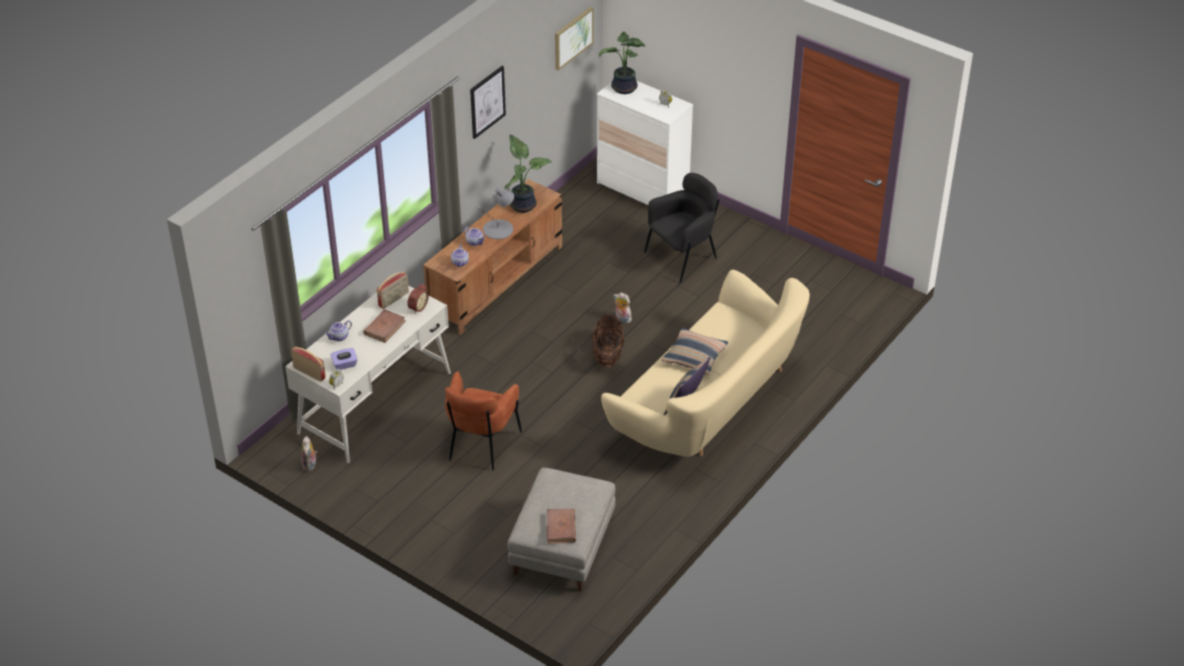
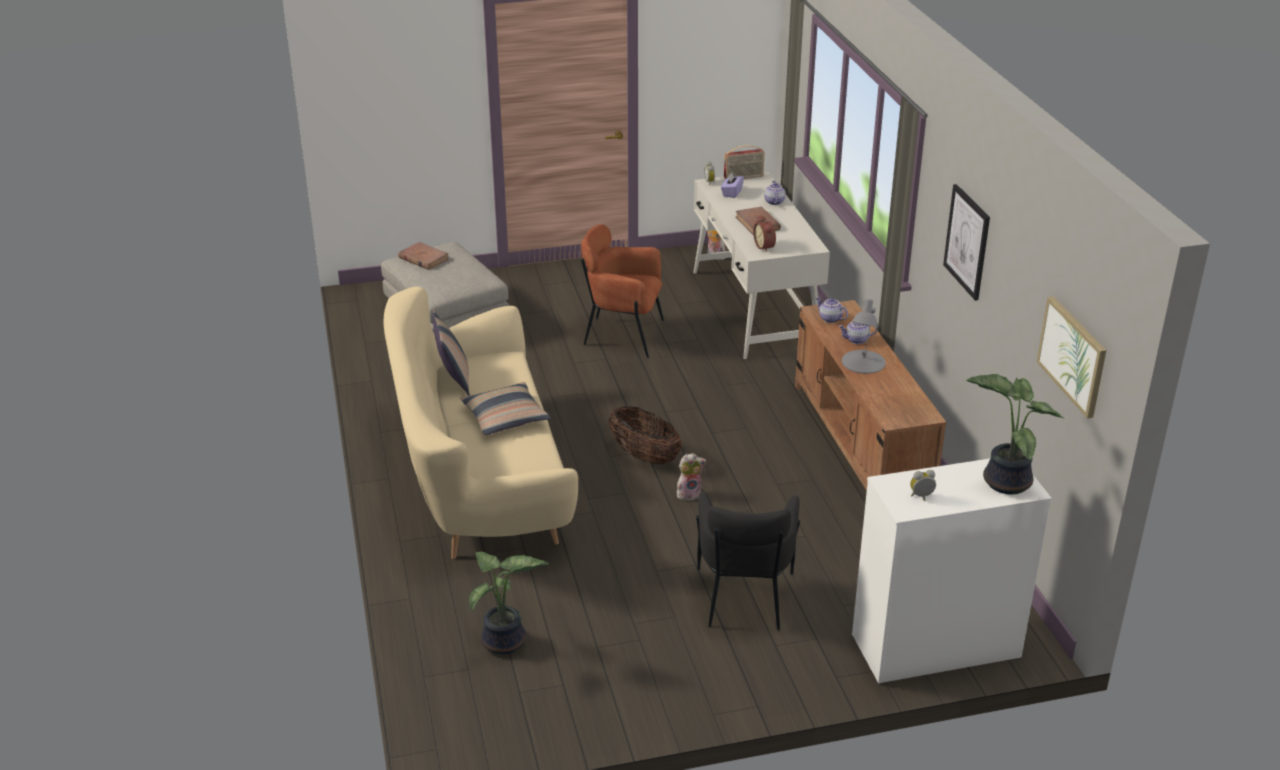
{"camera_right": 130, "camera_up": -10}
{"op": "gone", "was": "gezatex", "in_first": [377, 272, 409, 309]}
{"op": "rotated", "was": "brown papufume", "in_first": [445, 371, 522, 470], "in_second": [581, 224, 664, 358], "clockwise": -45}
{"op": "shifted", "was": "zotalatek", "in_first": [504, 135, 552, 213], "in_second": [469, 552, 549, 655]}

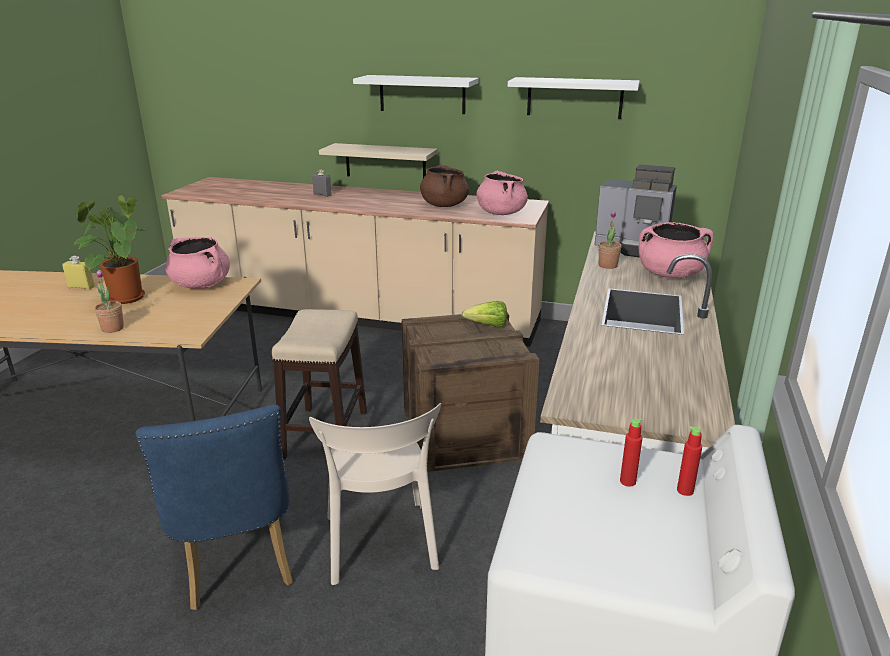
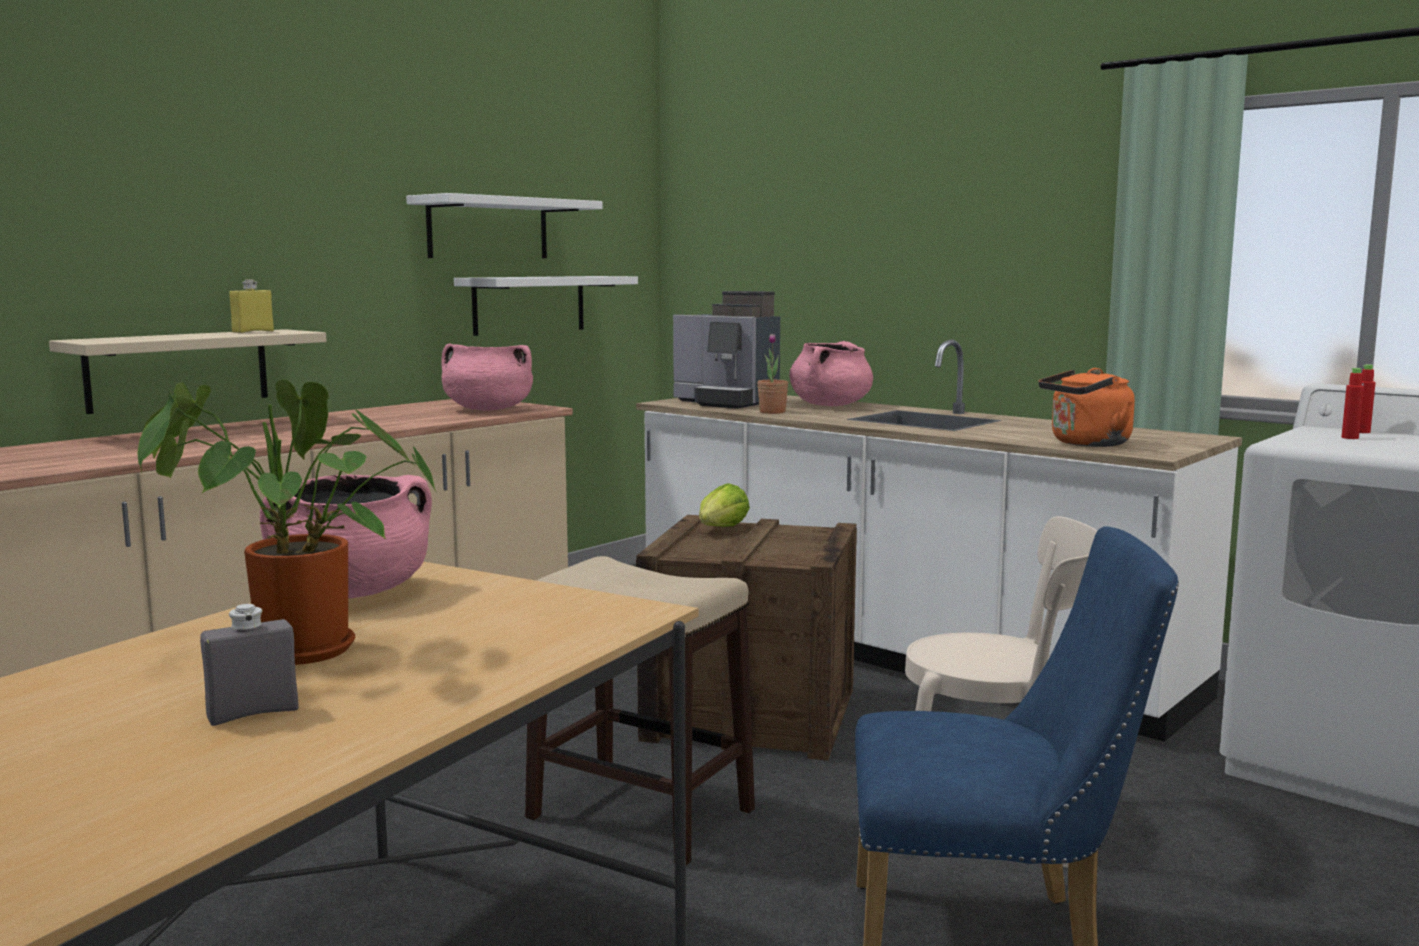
{"camera_right": -65, "camera_up": -15}
{"op": "shifted", "was": "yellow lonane", "in_first": [62, 256, 95, 290], "in_second": [229, 279, 274, 333]}
{"op": "gone", "was": "zotalatek", "in_first": [94, 270, 124, 333]}
{"op": "shifted", "was": "grey lonane", "in_first": [312, 170, 332, 197], "in_second": [200, 604, 298, 726]}
{"op": "shifted", "was": "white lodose", "in_first": [353, 75, 479, 114], "in_second": [454, 276, 638, 336]}
{"op": "gone", "was": "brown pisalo", "in_first": [420, 164, 469, 207]}
{"op": "rotated", "was": "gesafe", "in_first": [595, 164, 677, 258], "in_second": [673, 291, 780, 409], "clockwise": 75}
{"op": "new", "now": "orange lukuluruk", "in_second": [1039, 368, 1135, 447]}

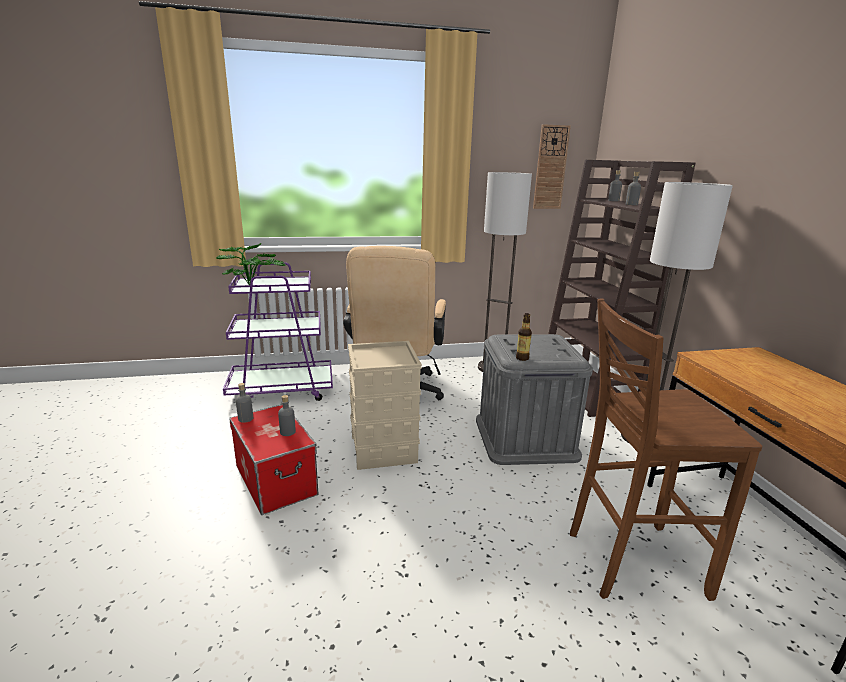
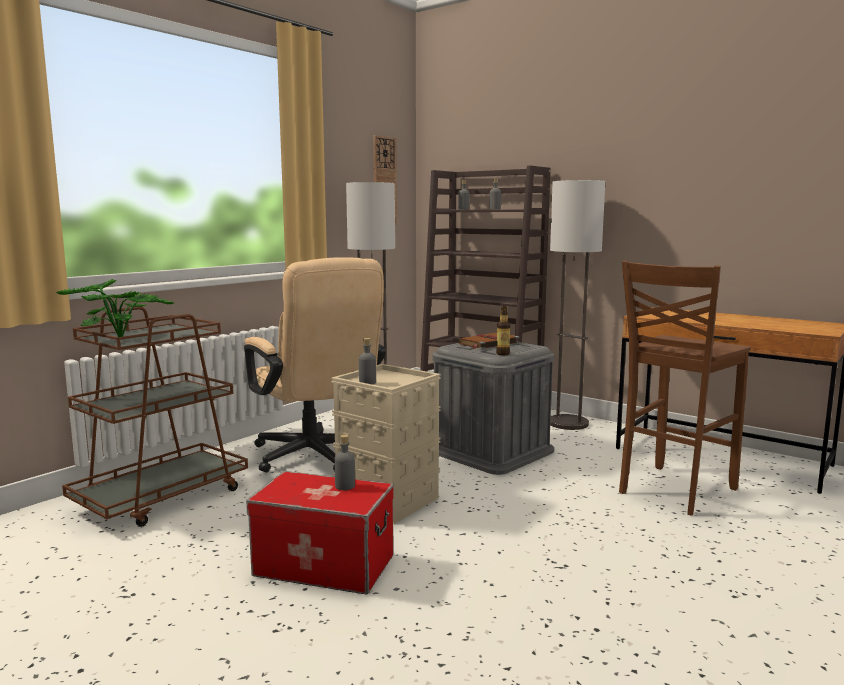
{"camera_right": -40, "camera_up": -10}
{"op": "repainted", "was": "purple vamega", "now": "brown vamega", "in_first": [223, 262, 333, 401], "in_second": [62, 307, 248, 527]}
{"op": "shifted", "was": "grey lonane", "in_first": [236, 383, 253, 423], "in_second": [359, 338, 376, 385]}
{"op": "new", "now": "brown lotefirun", "in_second": [458, 332, 519, 349]}

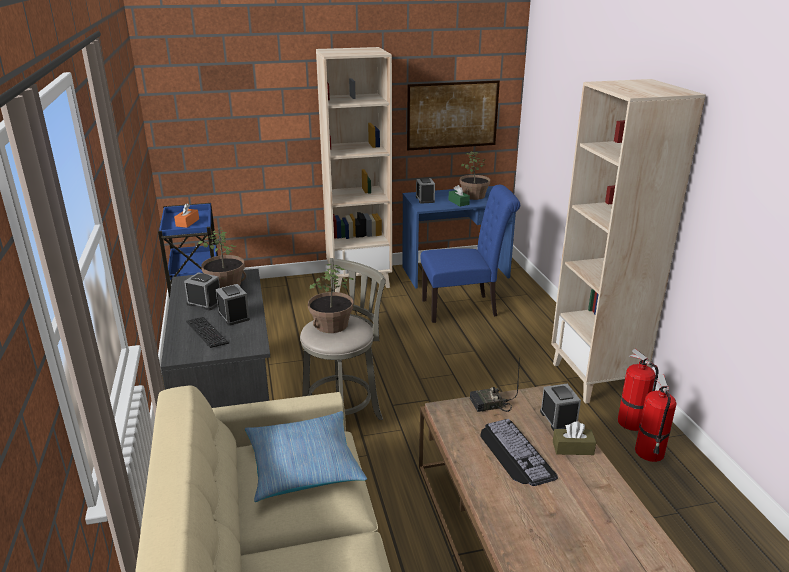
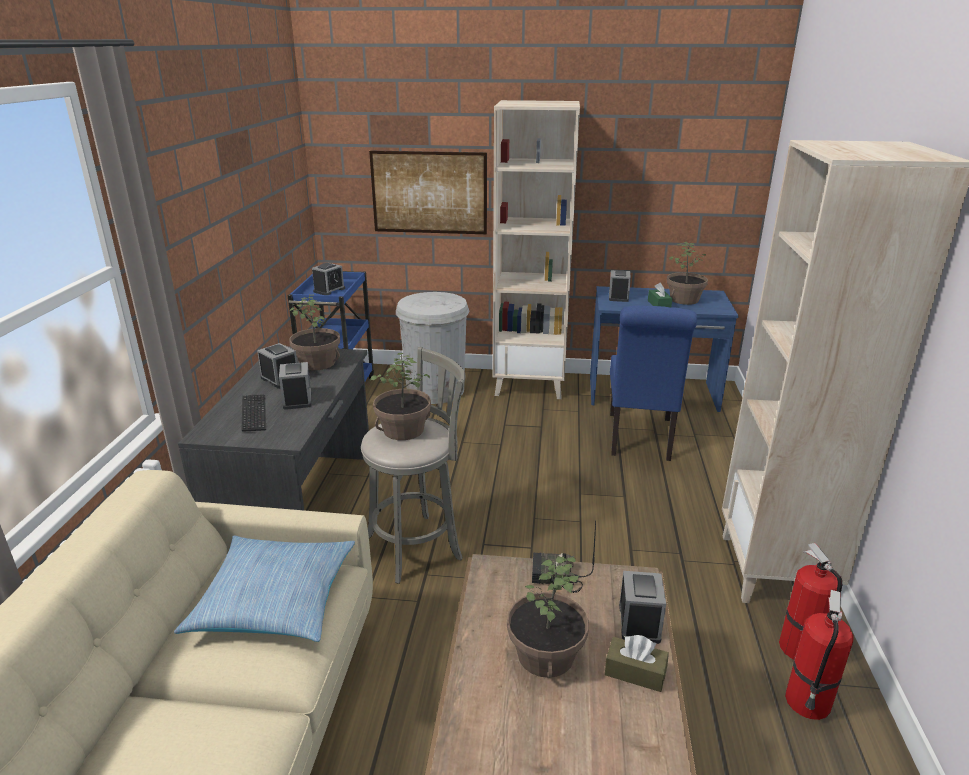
{"camera_right": 20, "camera_up": 0}
{"op": "swapped", "was": "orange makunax", "now": "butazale", "in_first": [174, 204, 199, 228], "in_second": [312, 263, 345, 295]}
{"op": "shifted", "was": "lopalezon", "in_first": [407, 80, 500, 151], "in_second": [369, 151, 487, 234]}
{"op": "rotated", "was": "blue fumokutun", "in_first": [421, 185, 520, 323], "in_second": [610, 306, 697, 461], "clockwise": 90}
{"op": "swapped", "was": "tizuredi", "now": "zotalatek", "in_first": [480, 419, 558, 486], "in_second": [507, 556, 589, 678]}
{"op": "new", "now": "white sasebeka", "in_second": [396, 292, 470, 404]}

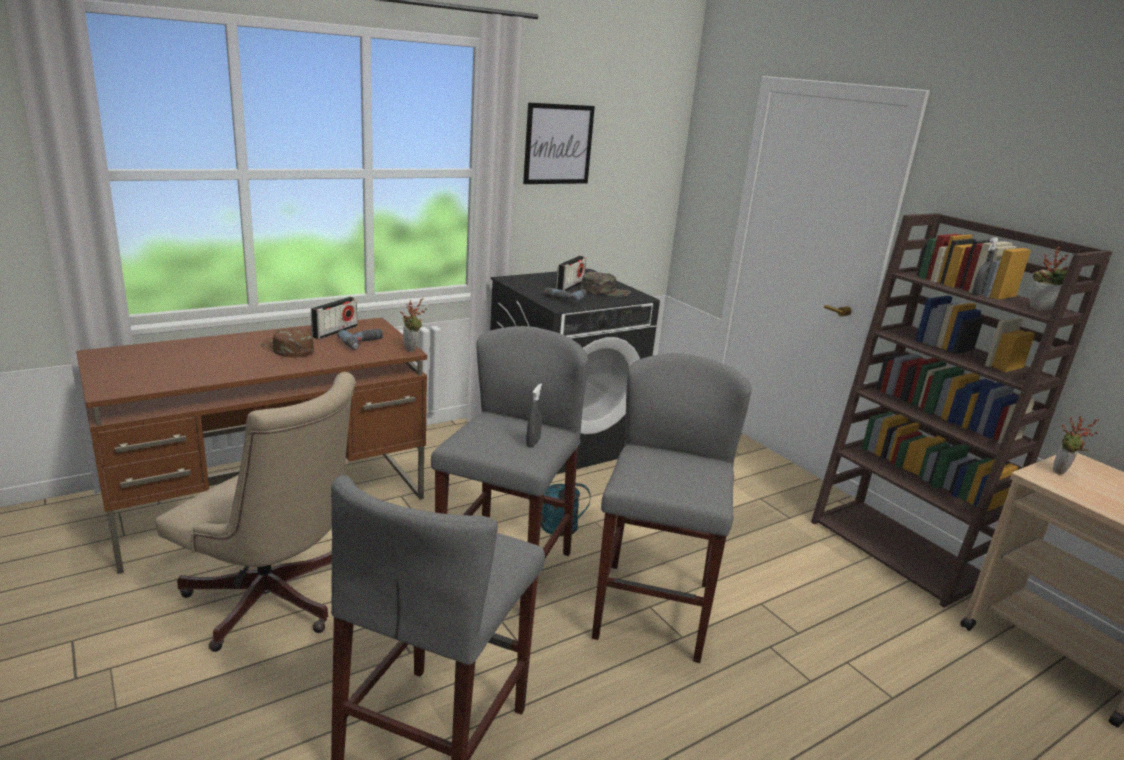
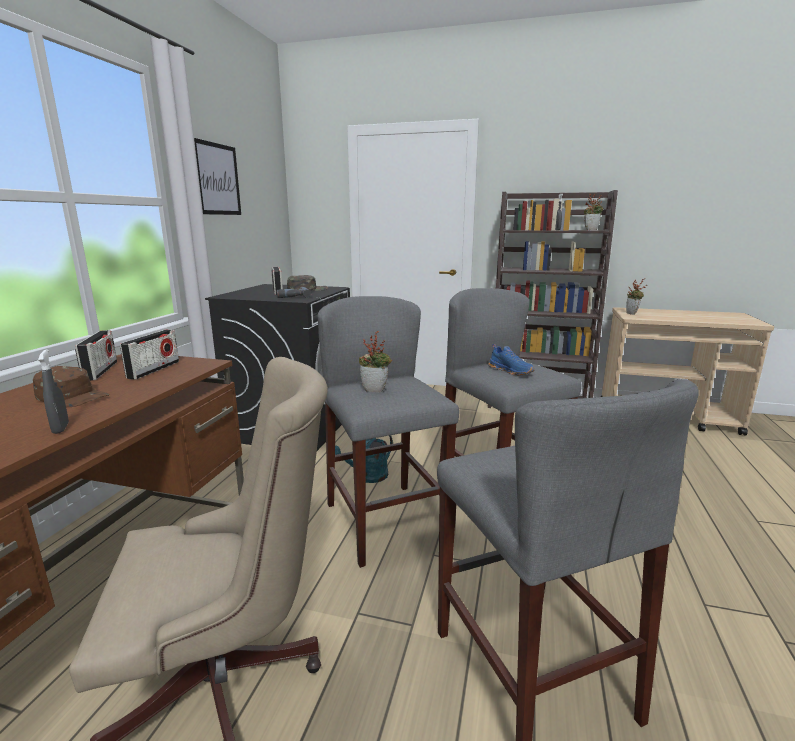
{"camera_right": -40, "camera_up": -5}
{"op": "rotated", "was": "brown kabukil", "in_first": [261, 328, 314, 358], "in_second": [33, 366, 109, 407], "clockwise": -150}
{"op": "swapped", "was": "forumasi", "now": "gezatex", "in_first": [337, 329, 383, 350], "in_second": [120, 330, 179, 380]}
{"op": "shifted", "was": "zotalatek", "in_first": [400, 298, 427, 352], "in_second": [359, 331, 392, 392]}
{"op": "shifted", "was": "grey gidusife", "in_first": [526, 383, 542, 448], "in_second": [38, 349, 69, 434]}
{"op": "new", "now": "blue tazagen", "in_second": [488, 344, 534, 375]}

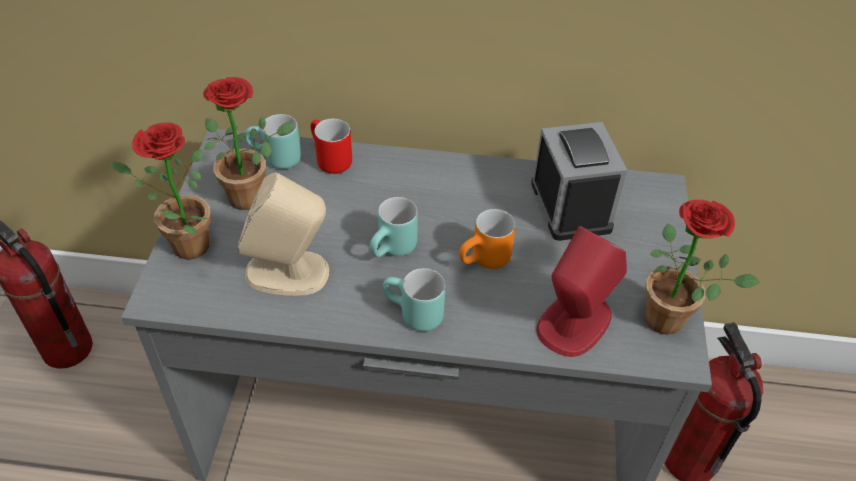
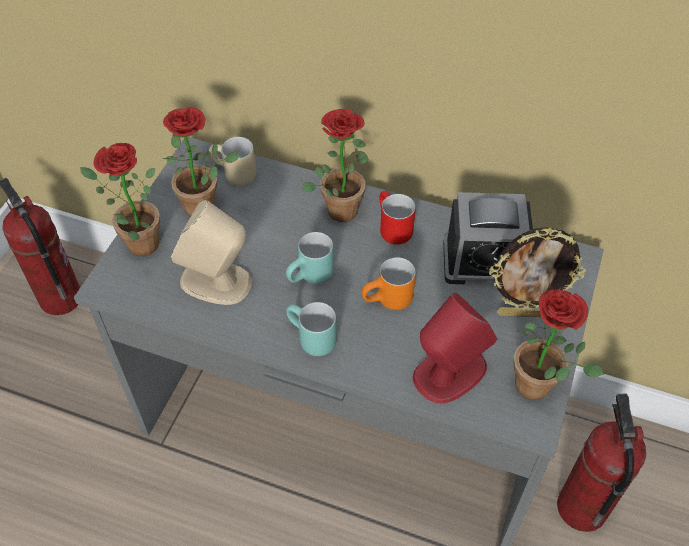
{"camera_right": 15, "camera_up": 5}
{"op": "repainted", "was": "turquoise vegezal", "now": "beige vegezal", "in_first": [245, 114, 301, 169], "in_second": [209, 137, 256, 185]}
{"op": "shifted", "was": "red vegezal", "in_first": [311, 119, 352, 174], "in_second": [380, 191, 415, 245]}
{"op": "rotated", "was": "butazale", "in_first": [531, 122, 627, 241], "in_second": [443, 192, 533, 284], "clockwise": 90}
{"op": "new", "now": "zotalatek", "in_second": [301, 109, 369, 222]}
{"op": "new", "now": "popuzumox", "in_second": [489, 227, 586, 317]}

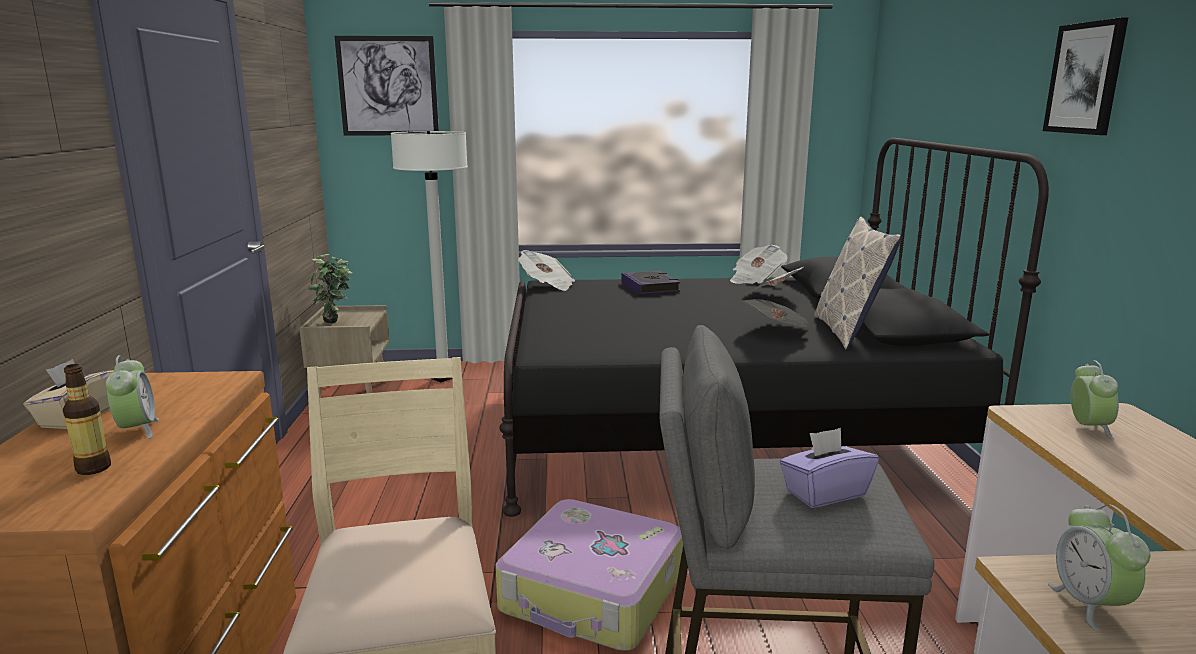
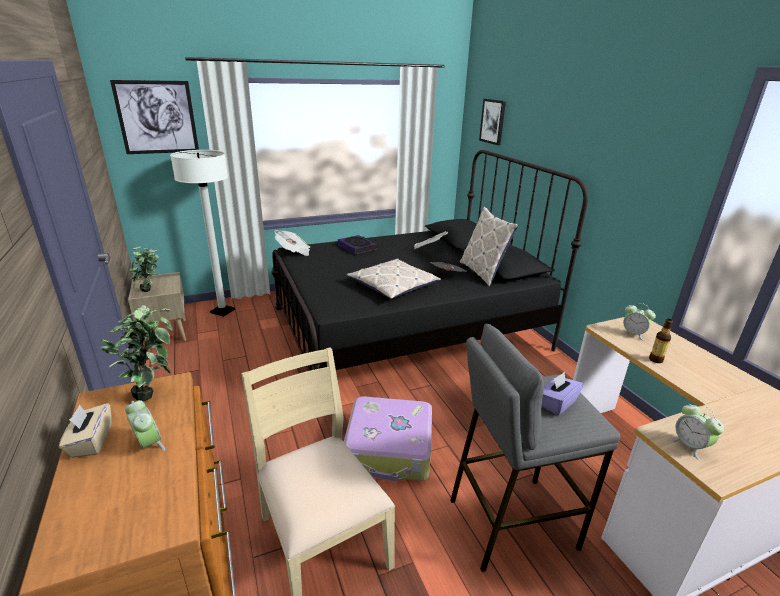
{"camera_right": -20, "camera_up": 10}
{"op": "shifted", "was": "lonane", "in_first": [63, 364, 111, 475], "in_second": [649, 319, 673, 363]}
{"op": "gone", "was": "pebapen", "in_first": [730, 245, 788, 284]}
{"op": "shifted", "was": "lopalezon", "in_first": [1043, 18, 1128, 135], "in_second": [479, 99, 506, 145]}
{"op": "rotated", "was": "butazale", "in_first": [1071, 360, 1119, 439], "in_second": [620, 303, 656, 341], "clockwise": 135}
{"op": "new", "now": "zotalatek", "in_second": [100, 305, 173, 401]}
{"op": "new", "now": "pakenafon", "in_second": [347, 258, 441, 299]}

